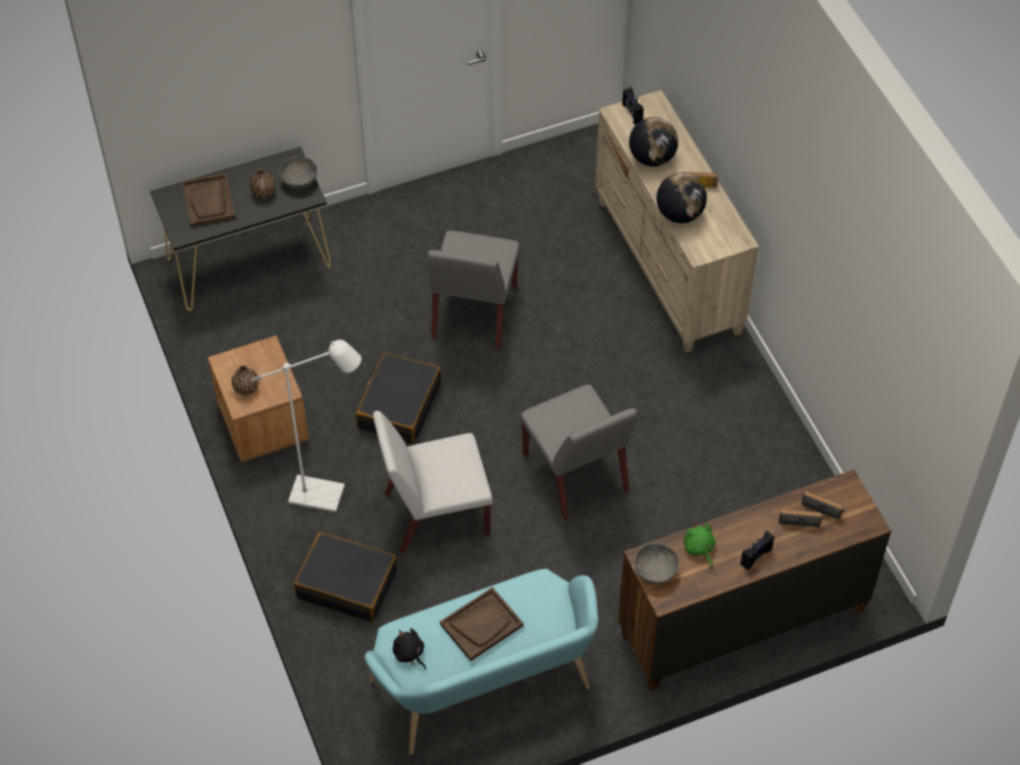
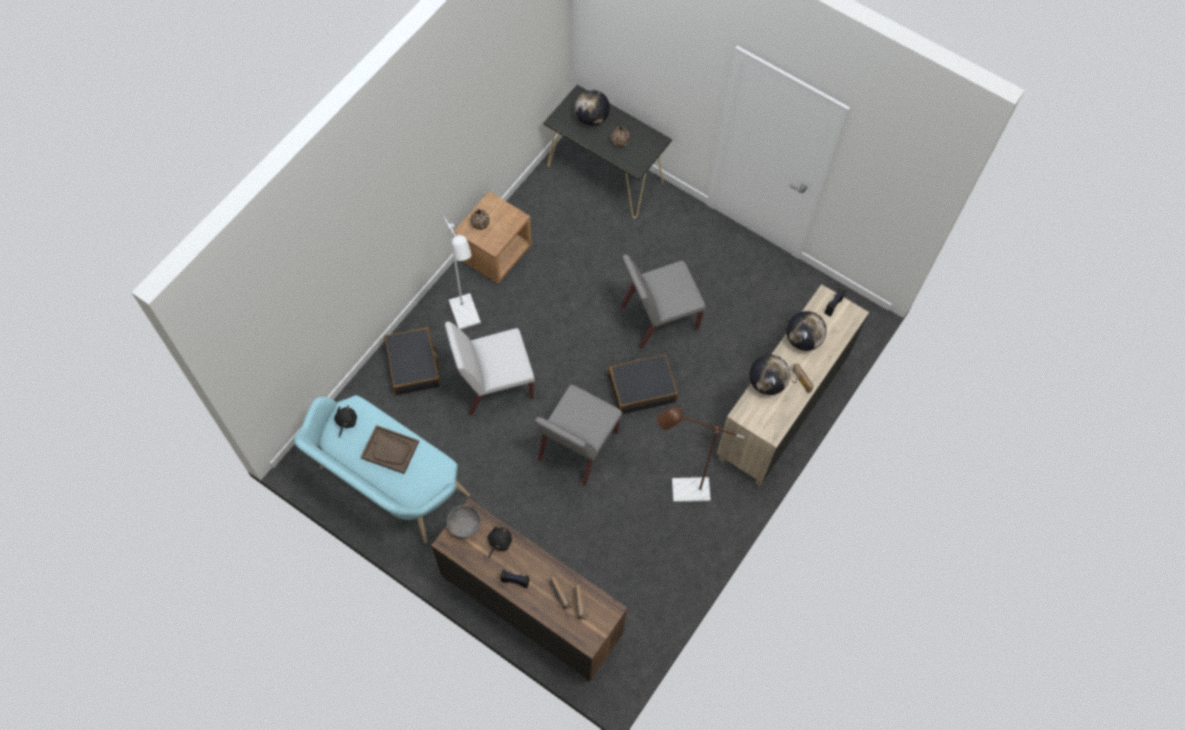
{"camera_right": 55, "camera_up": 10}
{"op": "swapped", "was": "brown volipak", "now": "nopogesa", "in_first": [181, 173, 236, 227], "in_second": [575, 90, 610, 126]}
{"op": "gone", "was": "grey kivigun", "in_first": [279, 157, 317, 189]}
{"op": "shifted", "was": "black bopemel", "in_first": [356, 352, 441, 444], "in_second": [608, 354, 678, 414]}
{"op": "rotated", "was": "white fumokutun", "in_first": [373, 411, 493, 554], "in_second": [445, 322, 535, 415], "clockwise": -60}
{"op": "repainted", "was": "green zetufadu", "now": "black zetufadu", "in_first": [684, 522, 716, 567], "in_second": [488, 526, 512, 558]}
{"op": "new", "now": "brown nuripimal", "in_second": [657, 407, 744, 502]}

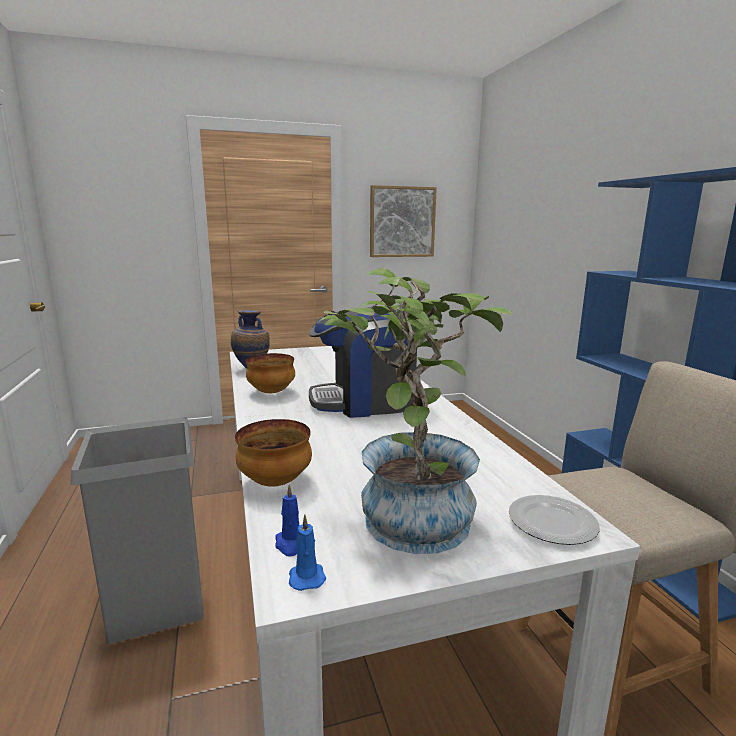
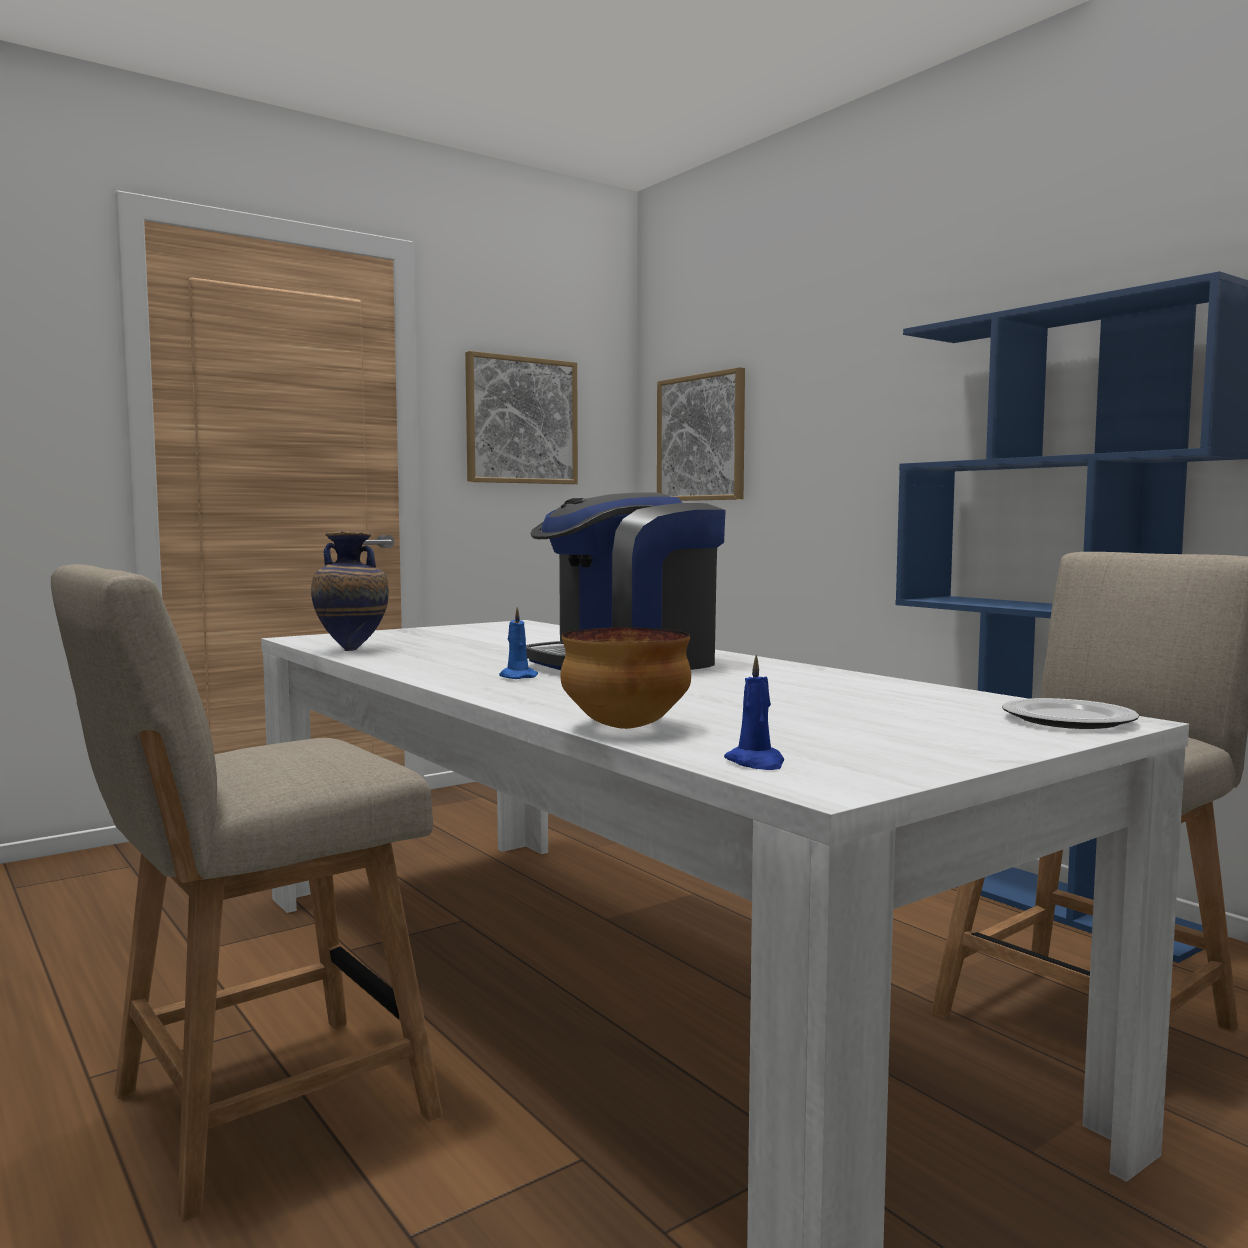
{"camera_right": -20, "camera_up": -10}
{"op": "swapped", "was": "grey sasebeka", "now": "beige fumokutun", "in_first": [71, 417, 204, 644], "in_second": [51, 564, 443, 1222]}
{"op": "gone", "was": "kivigun", "in_first": [246, 353, 295, 393]}
{"op": "shifted", "was": "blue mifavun", "in_first": [289, 515, 326, 591], "in_second": [499, 607, 538, 679]}
{"op": "gone", "was": "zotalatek", "in_first": [318, 268, 513, 554]}
{"op": "new", "now": "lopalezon", "in_second": [657, 367, 745, 501]}

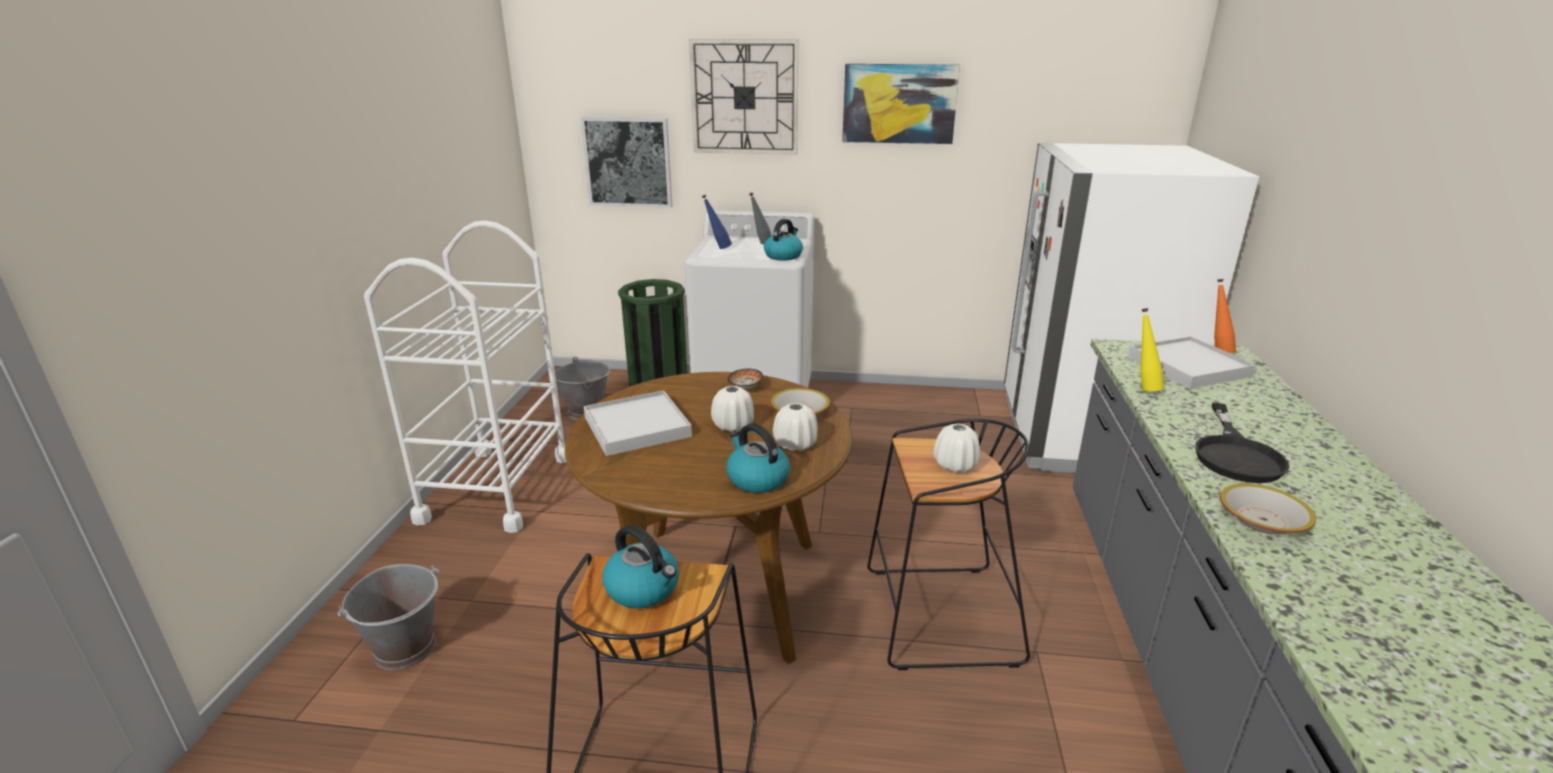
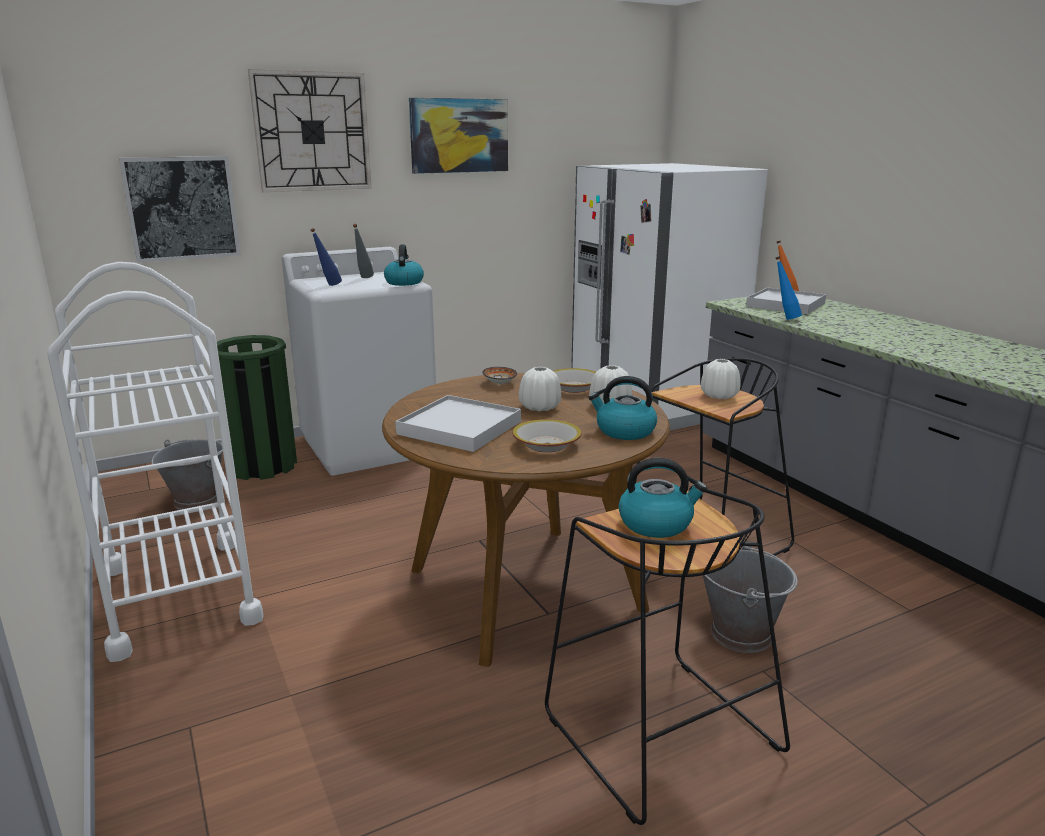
{"camera_right": -35, "camera_up": -5}
{"op": "shifted", "was": "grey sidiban", "in_first": [337, 564, 439, 670], "in_second": [702, 546, 798, 653]}
{"op": "repainted", "was": "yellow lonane", "now": "blue lonane", "in_first": [1140, 308, 1164, 391], "in_second": [776, 256, 802, 320]}
{"op": "gone", "was": "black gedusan", "in_first": [1195, 403, 1289, 483]}
{"op": "shifted", "was": "kivigun", "in_first": [1220, 484, 1316, 534], "in_second": [512, 419, 582, 452]}

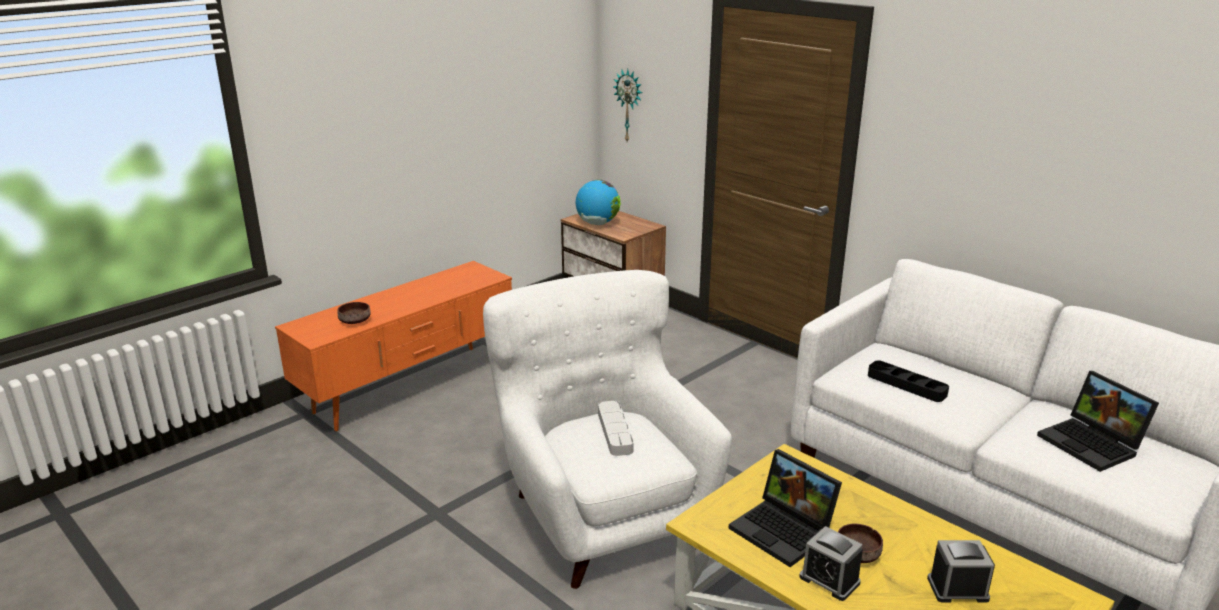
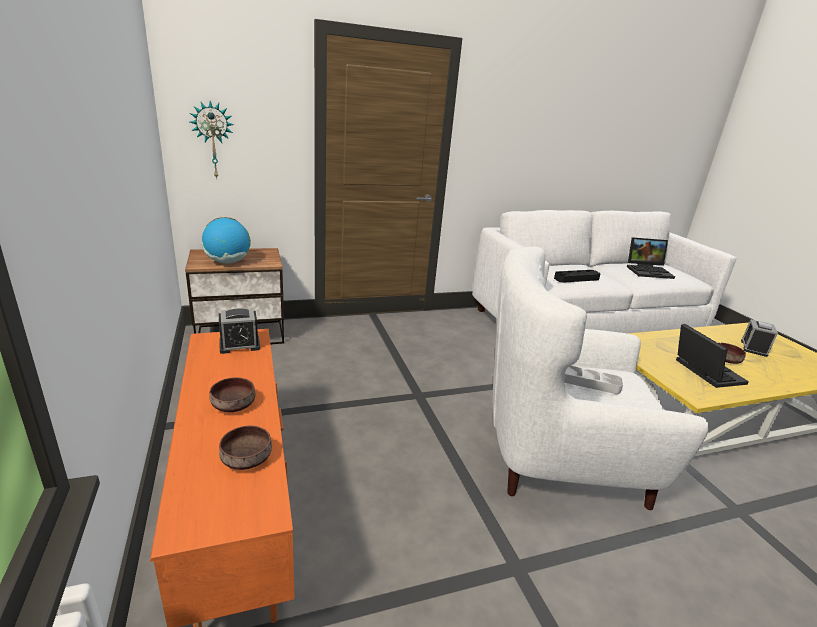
{"camera_right": -65, "camera_up": 0}
{"op": "rotated", "was": "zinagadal", "in_first": [728, 449, 842, 567], "in_second": [676, 324, 749, 388], "clockwise": -90}
{"op": "shifted", "was": "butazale", "in_first": [799, 526, 863, 601], "in_second": [219, 308, 260, 354]}
{"op": "new", "now": "brown kivigun", "in_second": [209, 377, 255, 412]}

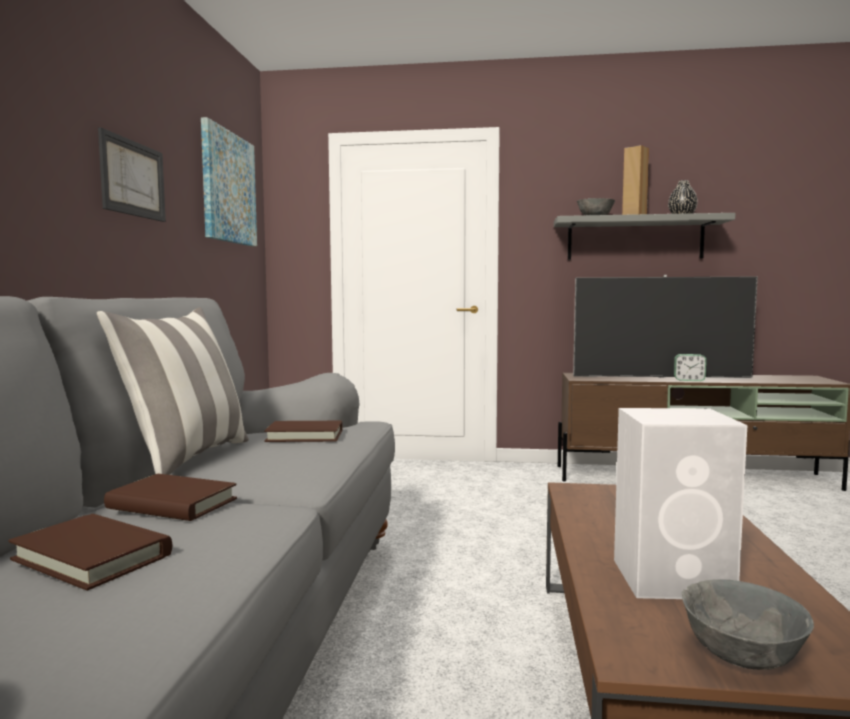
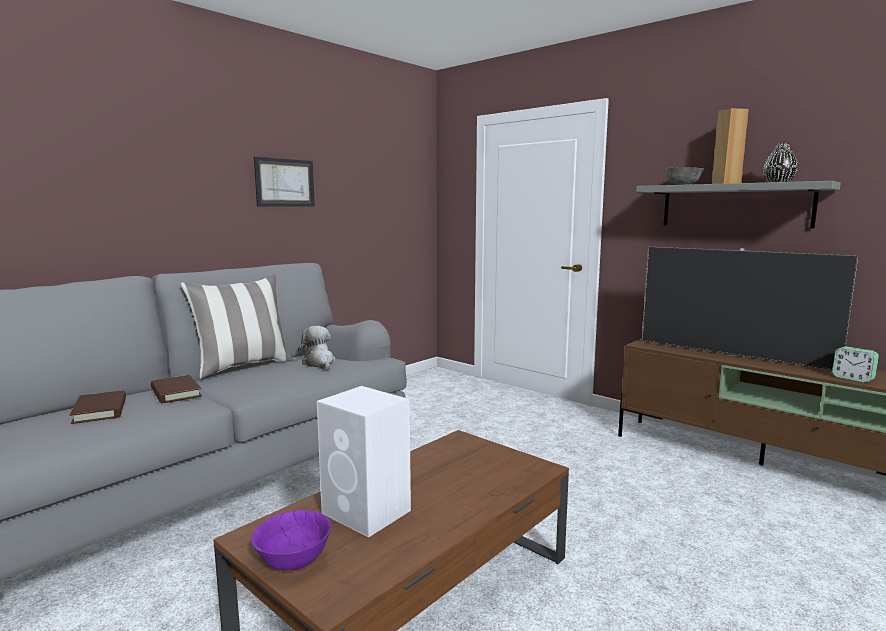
{"camera_right": 35, "camera_up": 5}
{"op": "gone", "was": "lopalezon", "in_first": [201, 117, 257, 246]}
{"op": "swapped", "was": "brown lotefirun", "now": "zetufadu", "in_first": [264, 421, 343, 442], "in_second": [298, 326, 336, 370]}
{"op": "shifted", "was": "butazale", "in_first": [674, 354, 706, 381], "in_second": [832, 346, 879, 383]}
{"op": "repainted", "was": "grey kivigun", "now": "purple kivigun", "in_first": [682, 579, 814, 670], "in_second": [251, 510, 331, 570]}

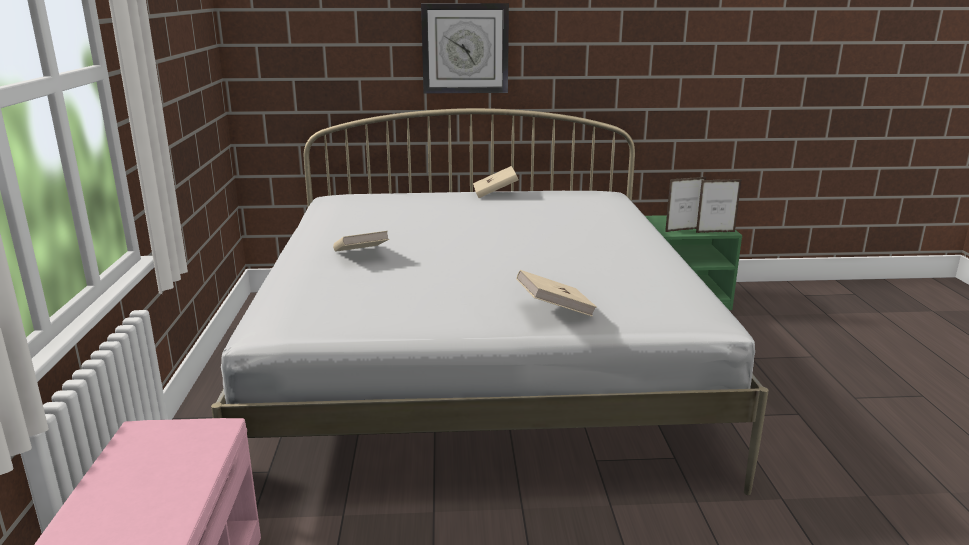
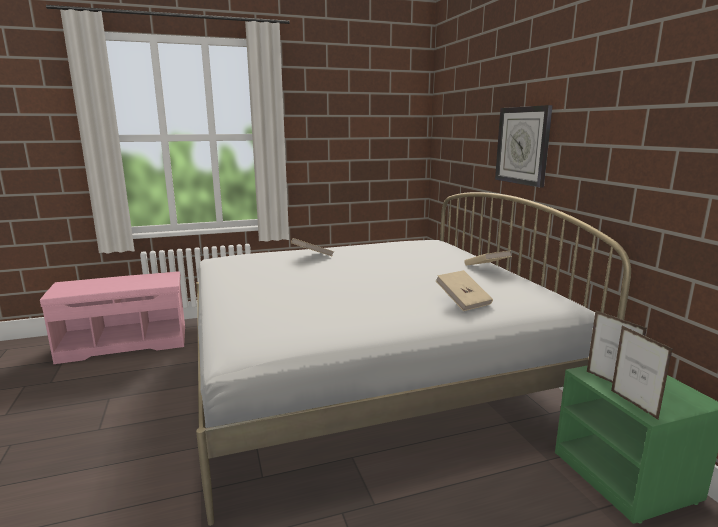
{"camera_right": 75, "camera_up": -5}
{"op": "shifted", "was": "beige lotefirun", "in_first": [516, 270, 597, 317], "in_second": [436, 270, 493, 311]}

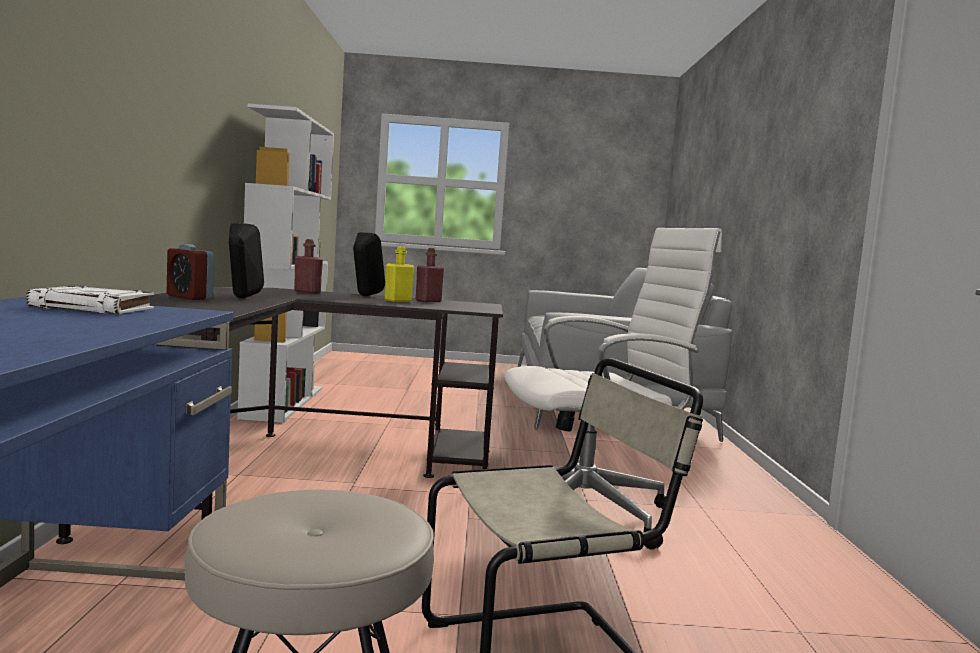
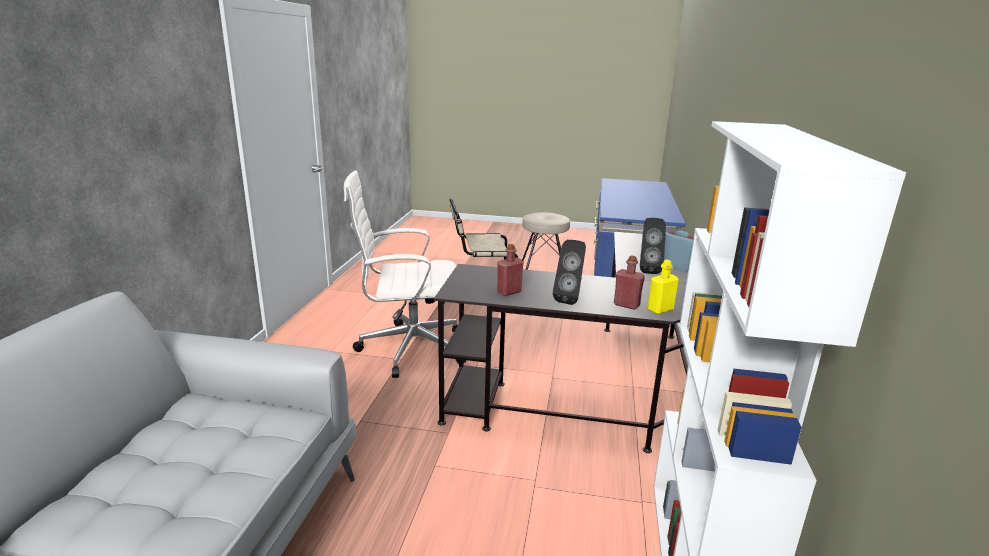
{"camera_right": -170, "camera_up": 15}
{"op": "gone", "was": "white lotefirun", "in_first": [26, 286, 154, 314]}
{"op": "shifted", "was": "yellow lonane", "in_first": [385, 246, 414, 302], "in_second": [647, 260, 678, 314]}

